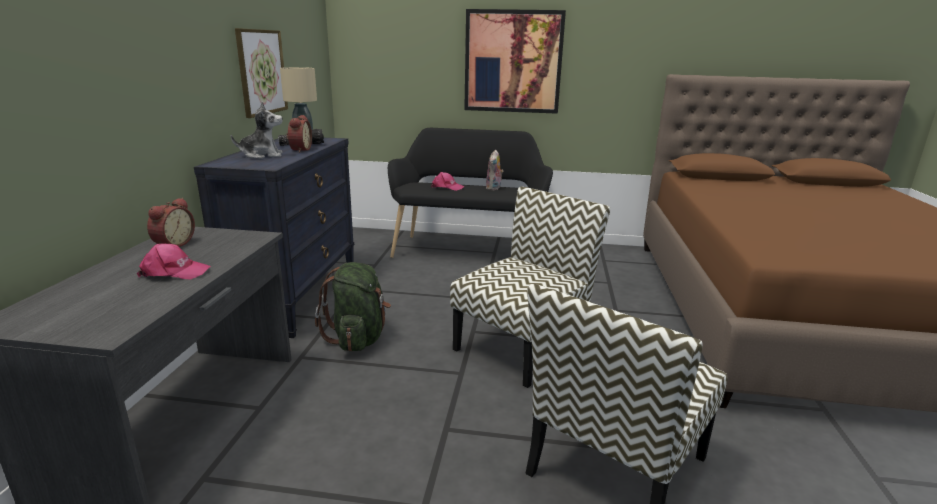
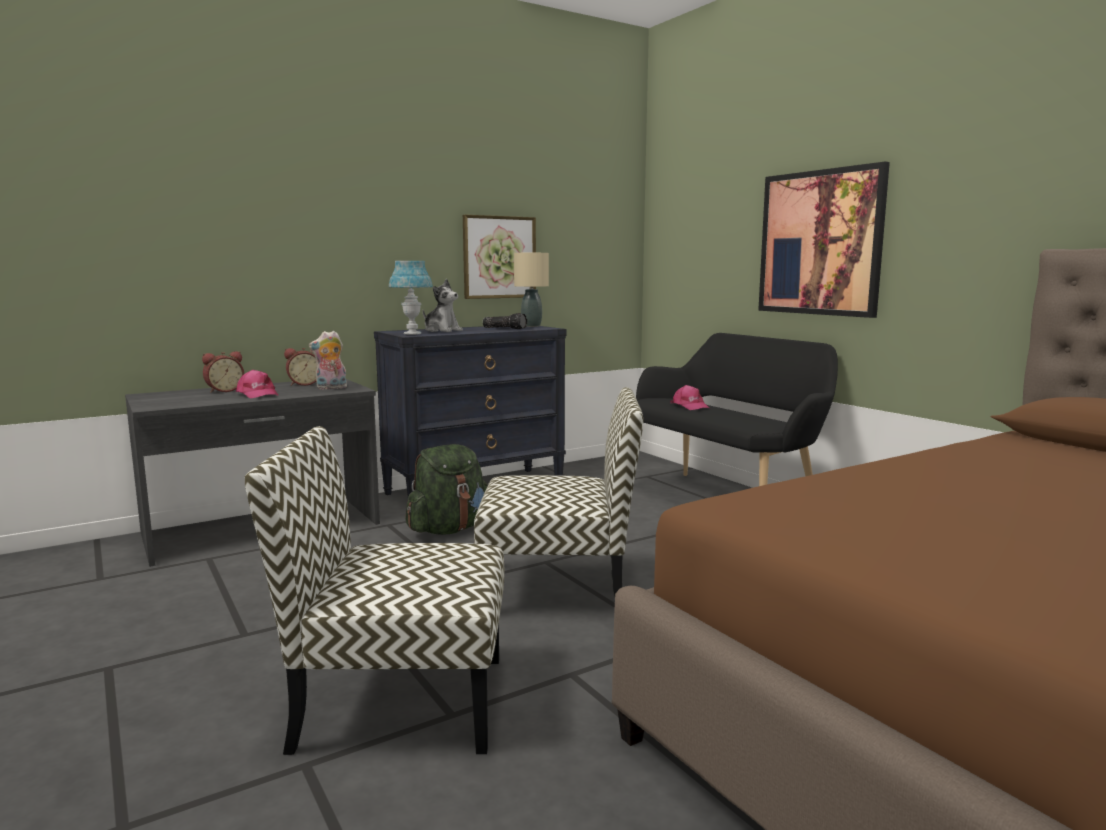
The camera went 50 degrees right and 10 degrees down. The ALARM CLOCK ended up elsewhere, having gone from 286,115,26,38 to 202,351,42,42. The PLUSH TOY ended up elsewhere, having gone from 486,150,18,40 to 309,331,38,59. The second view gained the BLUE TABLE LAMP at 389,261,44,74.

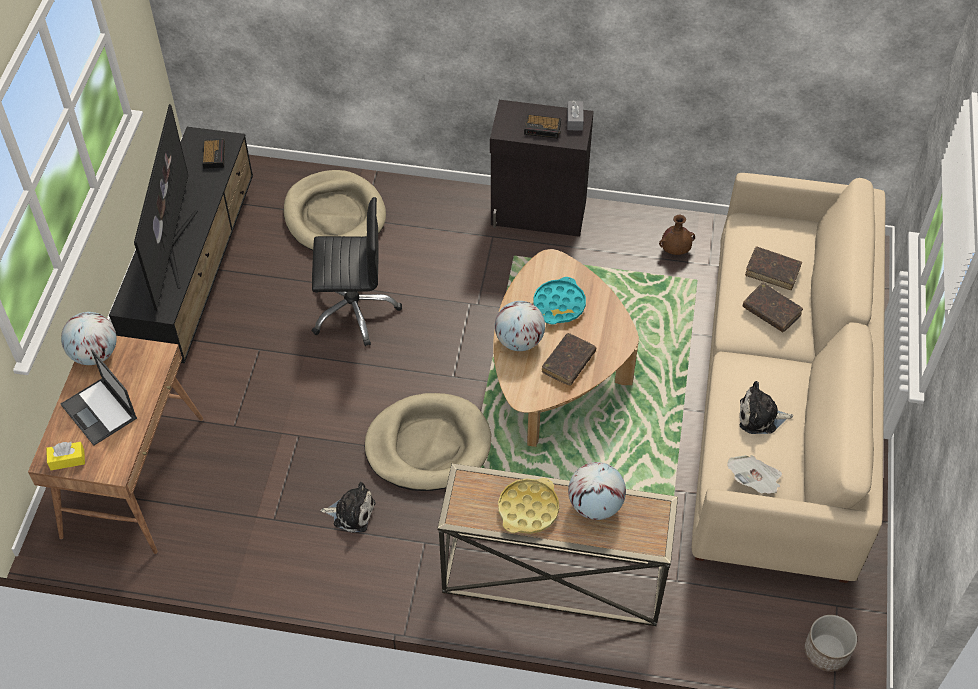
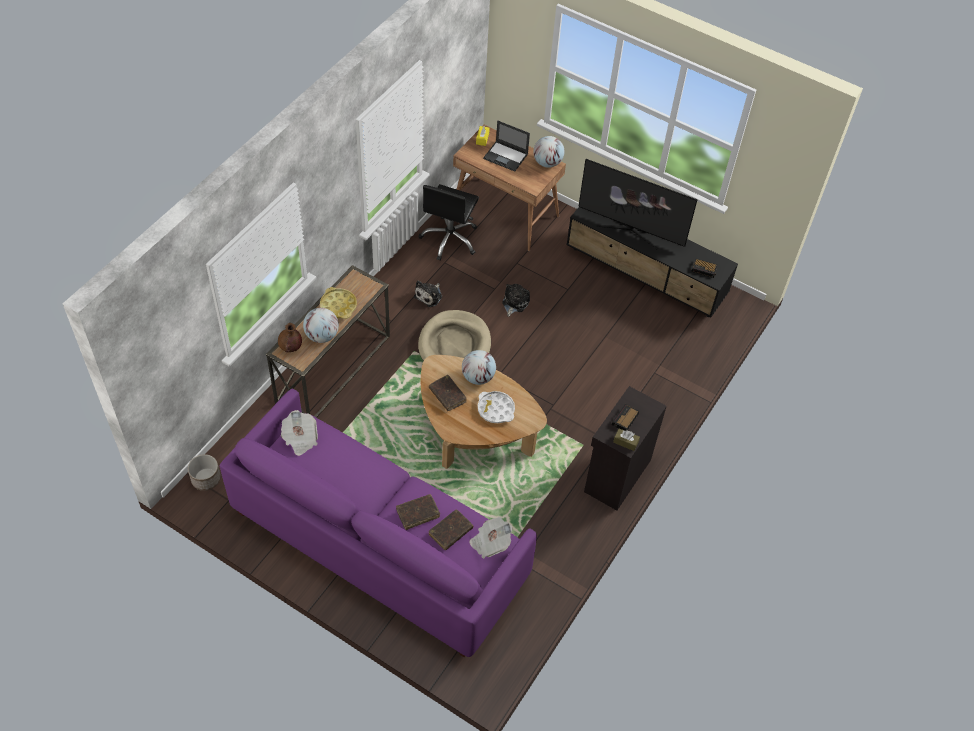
The camera went 110 degrees right and 0 degrees up. The LAPTOP at 61,350,76,96 ended up facing another way, 135 degrees counterclockwise from before. The second view lost the BEIGE DOG BED at 284,170,102,80. The BLACK OFFICE CHAIR ended up elsewhere, having gone from 312,197,90,149 to 419,184,60,77. What was the TURQUOISE TRAY at 534,277,52,48 turned into the WHITE TRAY at 478,391,37,32. What was the GREY TISSUE BOX at 567,100,17,31 turned into the BROWN TISSUE BOX at 613,429,27,22. The BROWN VASE ended up elsewhere, having gone from 659,215,36,40 to 278,323,24,29. What was the BEIGE SOFA at 692,173,194,410 turned into the PURPLE SOFA at 220,389,317,268. The PLUSH TOY ended up elsewhere, having gone from 740,381,53,53 to 502,284,28,33. The second view gained the NEWSPAPER at 469,517,44,42.

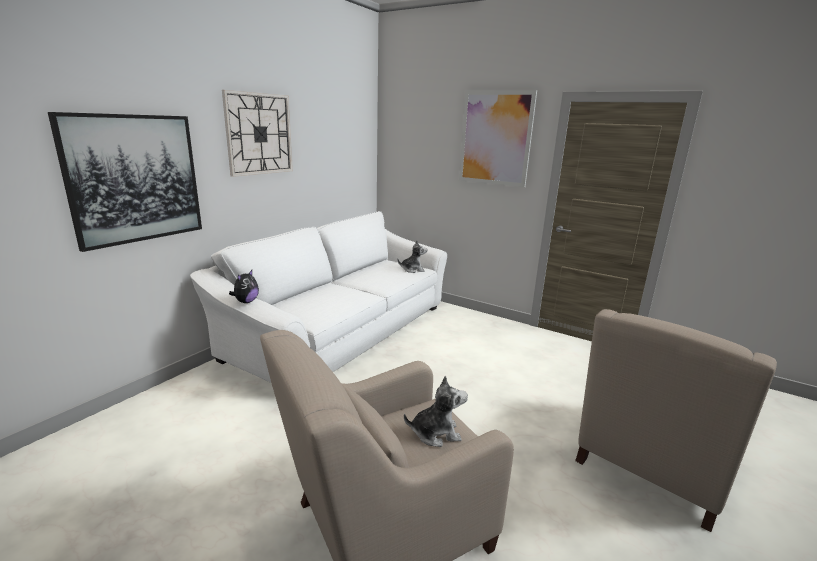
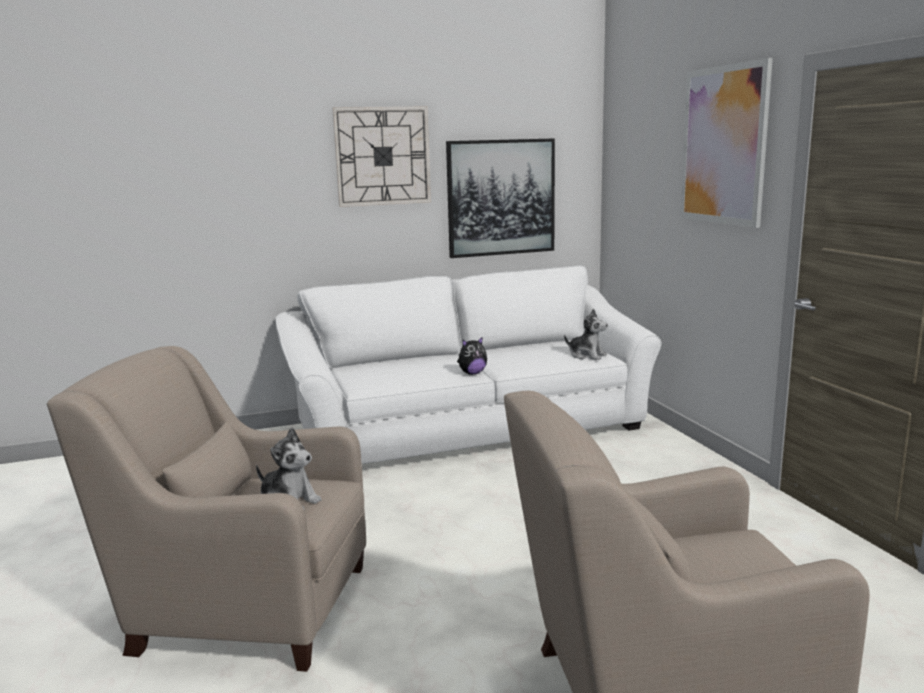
The camera went 40 degrees right and 5 degrees down. The PICTURE ended up elsewhere, having gone from 48,112,154,140 to 446,138,109,120. The PLUSH TOY ended up elsewhere, having gone from 229,270,30,33 to 457,336,30,39.

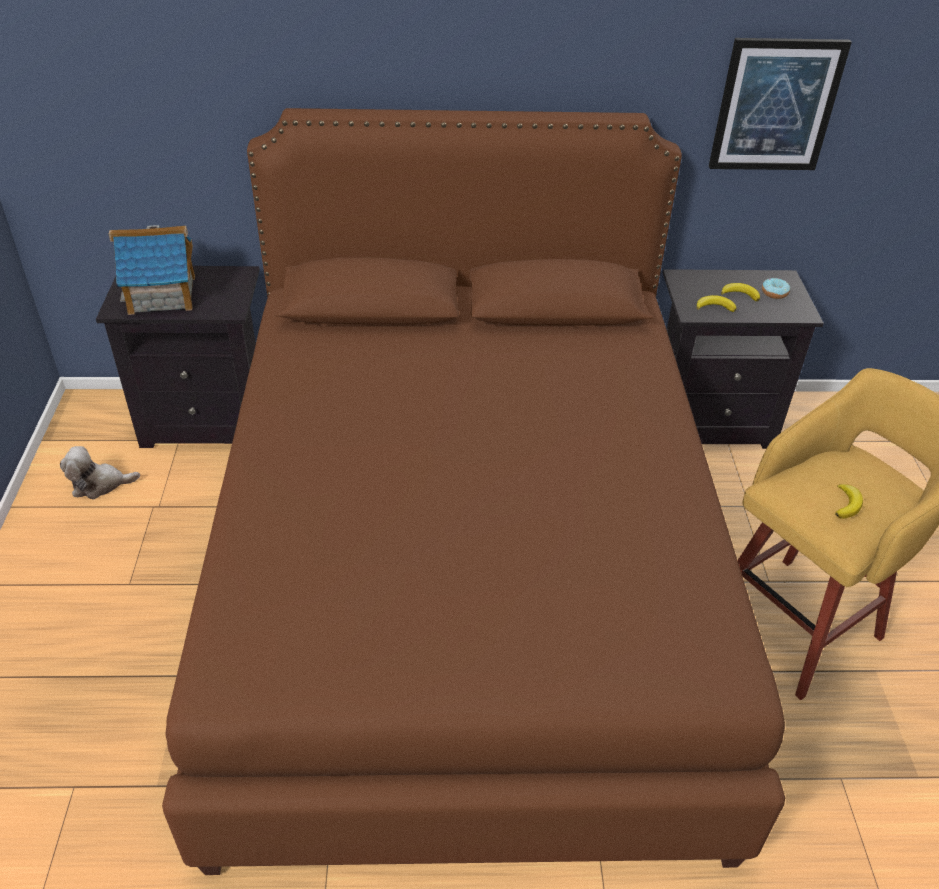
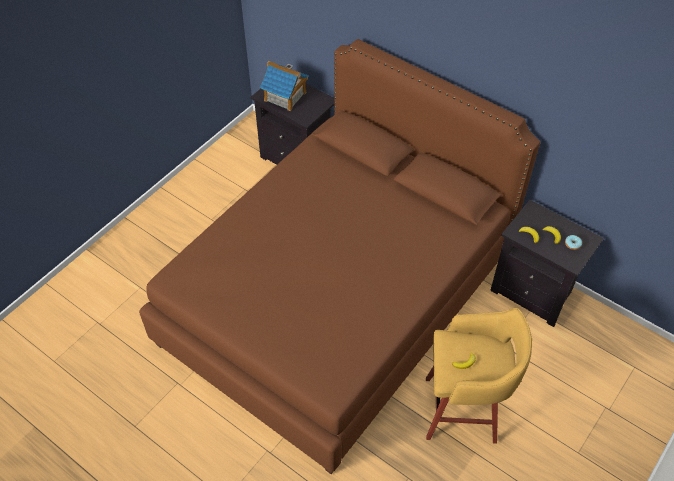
The camera went 40 degrees right and 10 degrees up. The second view lost the PLUSH TOY at 60,446,80,53. The second view lost the PICTURE at 709,38,143,132.

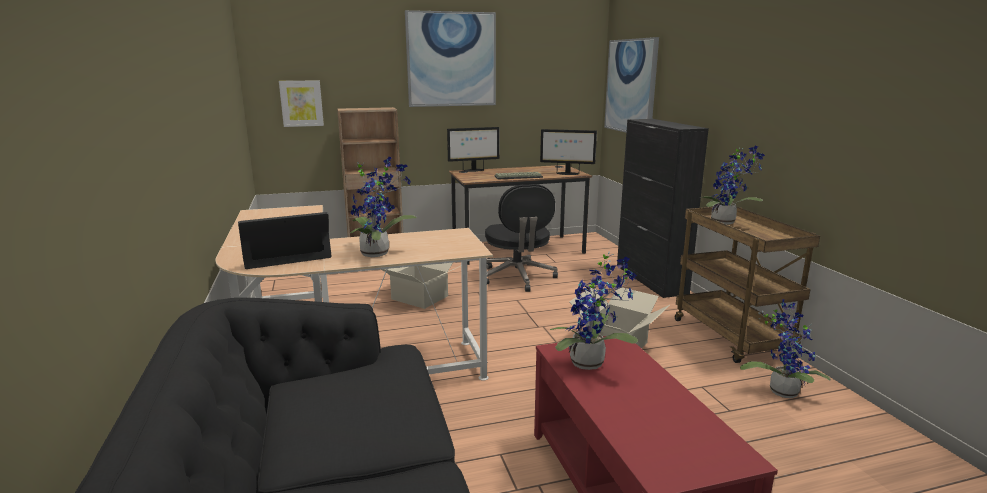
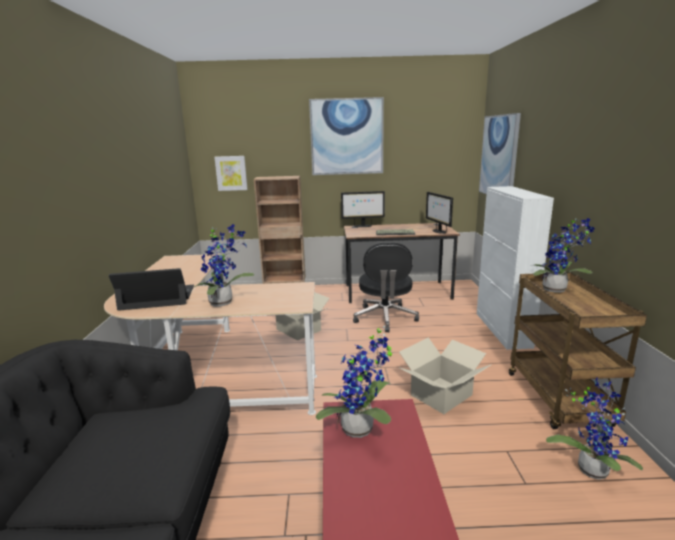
The camera went 15 degrees right and 0 degrees up. The MONITOR at 540,129,57,46 ended up facing another way, 45 degrees clockwise from before. What was the BLACK CABINET at 617,119,92,179 turned into the WHITE CABINET at 477,186,77,164.

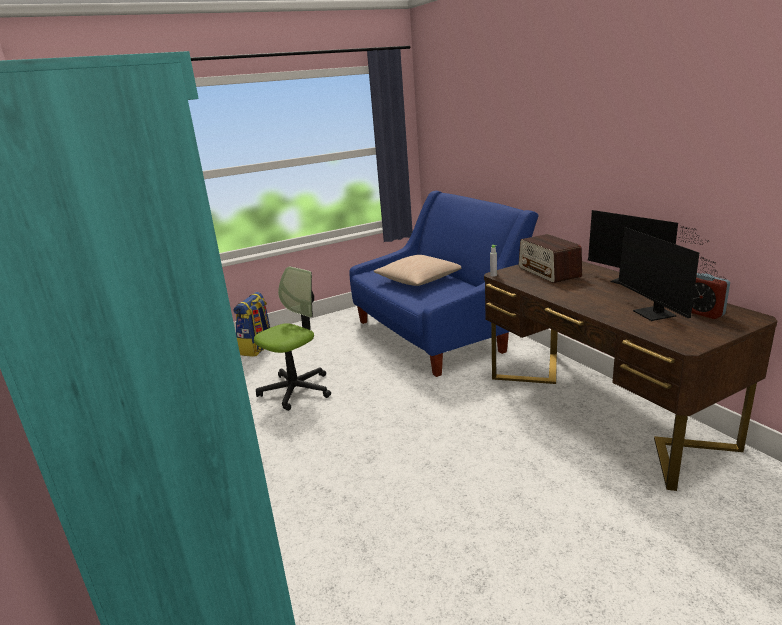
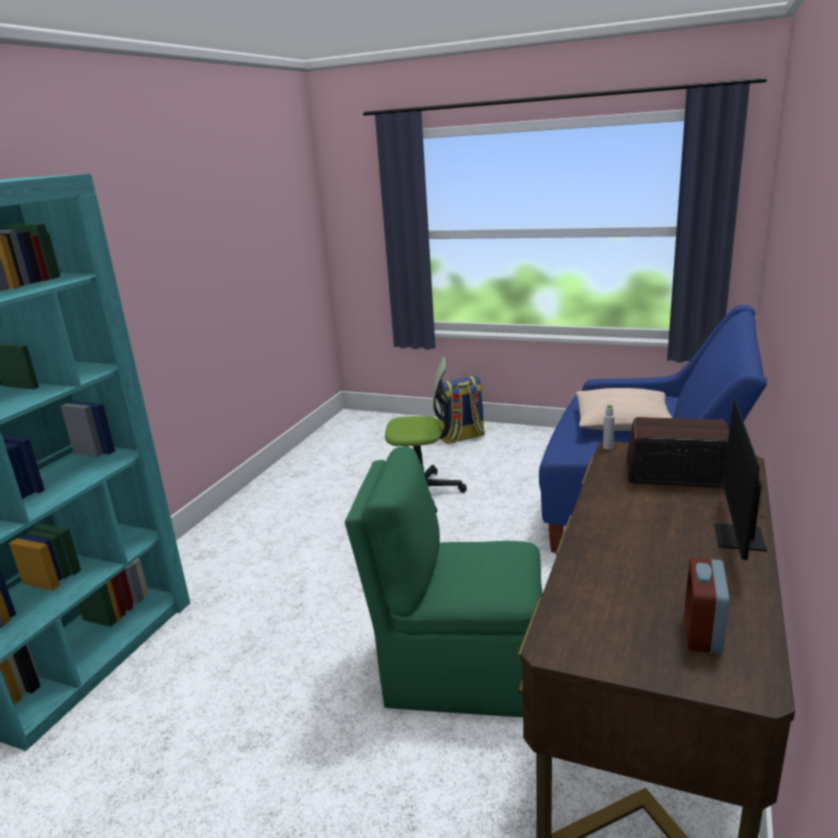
The camera went 50 degrees right and 0 degrees up. The RADIO at 519,234,63,49 ended up facing another way, 75 degrees clockwise from before. The second view lost the MONITOR at 618,227,108,94. The second view gained the GREEN CHAIR at 345,446,197,271.

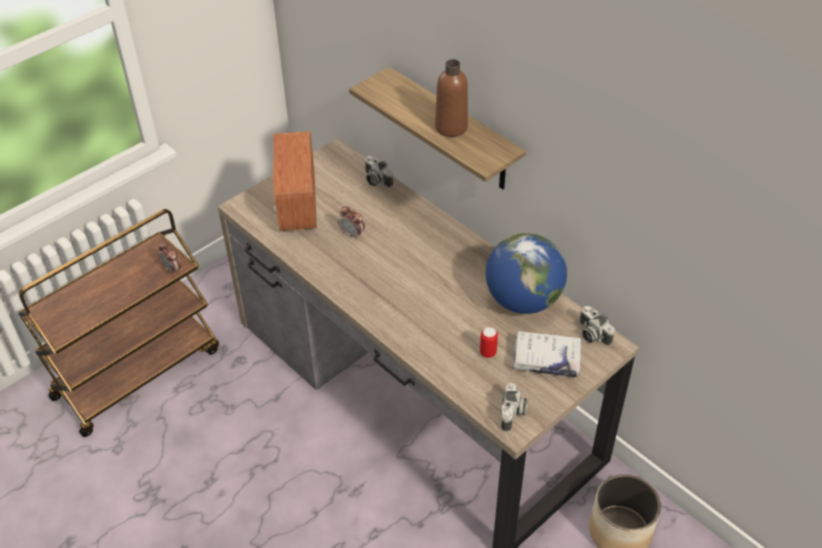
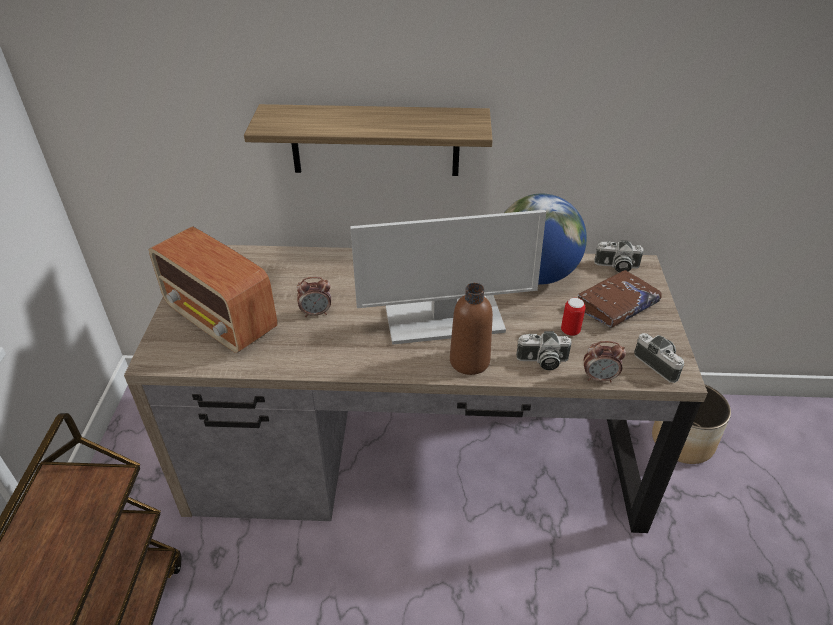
The camera went 45 degrees left and 5 degrees down. The ALARM CLOCK ended up elsewhere, having gone from 158,242,23,34 to 584,341,42,42. The PHOTO CAMERA ended up elsewhere, having gone from 365,156,28,32 to 516,331,56,39. The BROWN BOTTLE ended up elsewhere, having gone from 435,59,33,78 to 450,283,43,92. What was the WHITE BOOK at 512,331,70,46 turned into the BROWN BOOK at 577,270,85,58. The second view gained the MONITOR at 350,210,196,135.

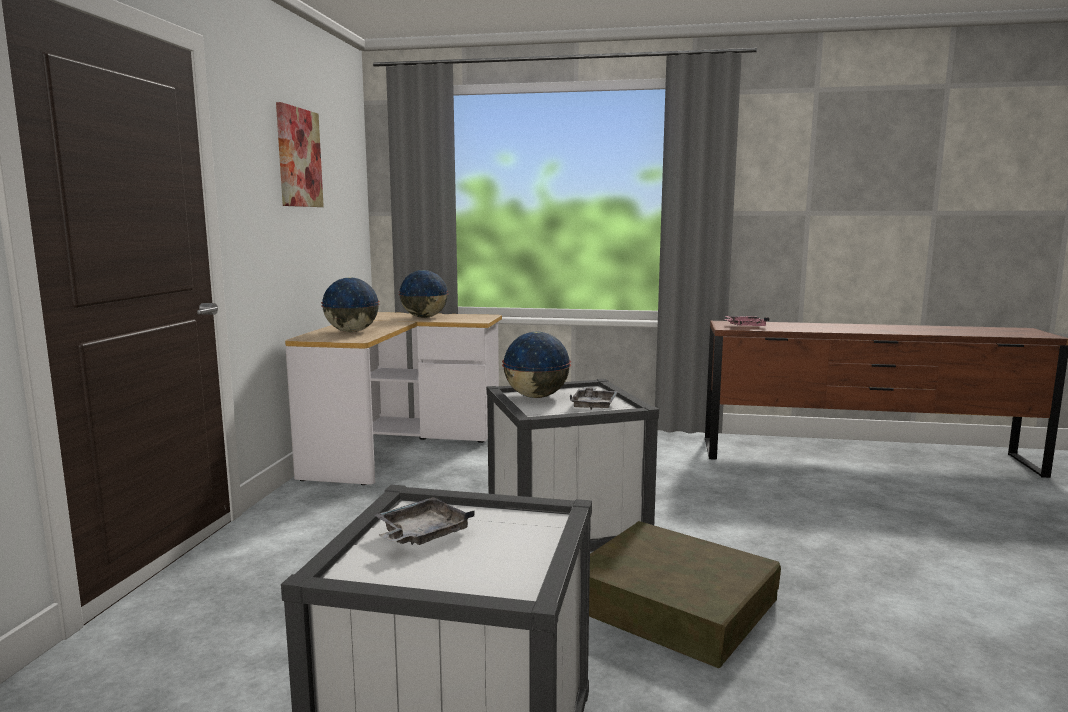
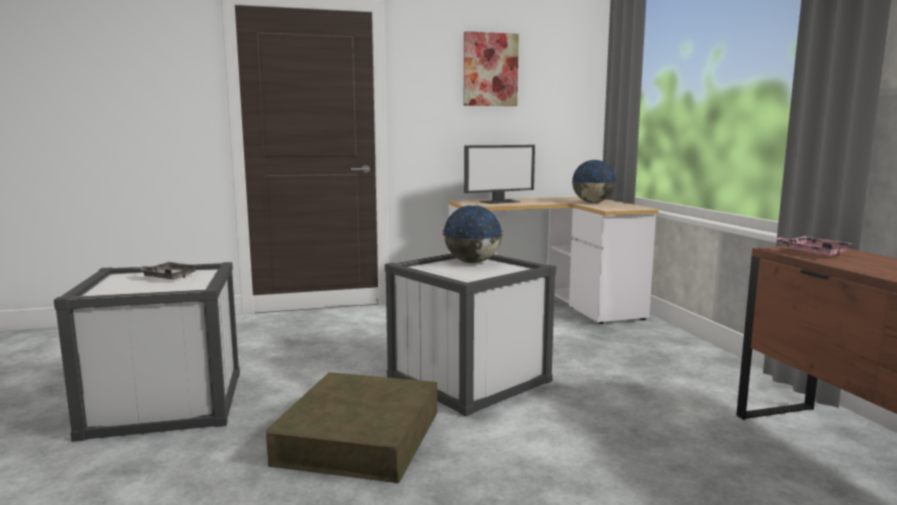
The camera went 65 degrees right and 0 degrees up. Where the GLOBE stood at 321,277,59,55, the MONITOR came to stand at 464,145,71,59. The second view lost the GREY TRAY at 570,387,48,23.

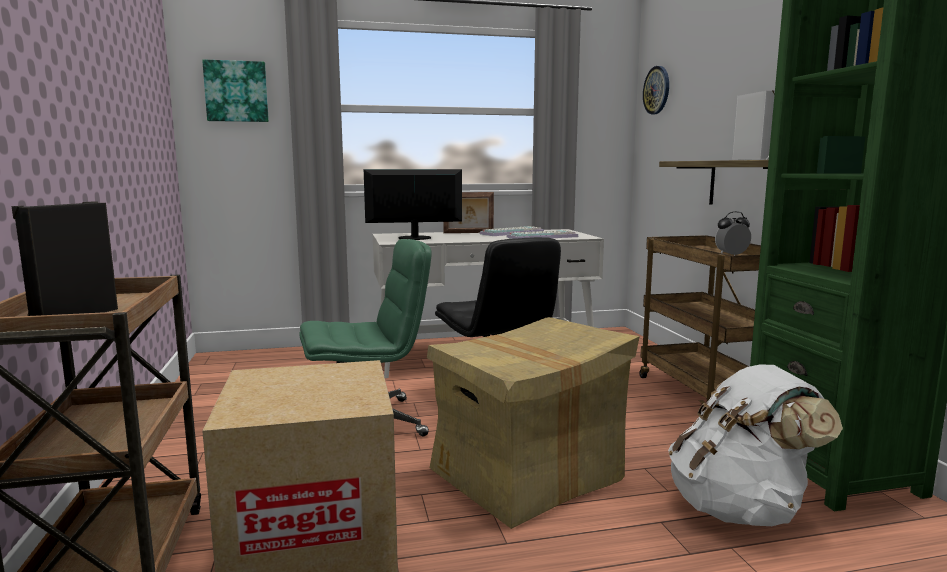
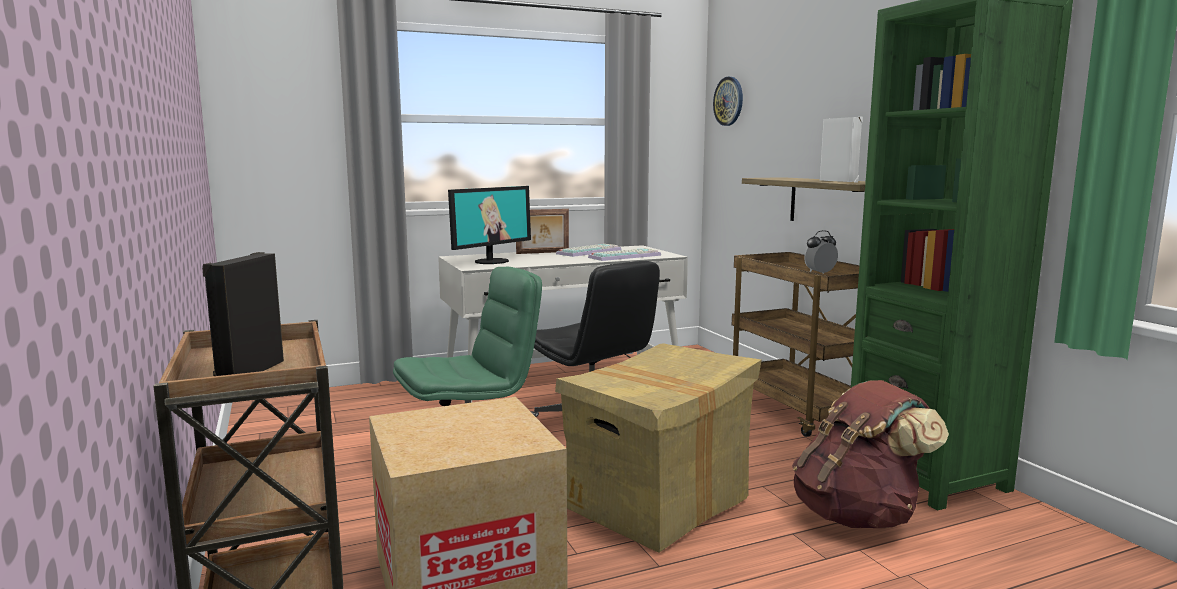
The camera went 10 degrees left and 0 degrees up. The second view lost the PICTURE at 202,59,67,63. The MONITOR at 364,169,98,71 ended up facing another way, 150 degrees clockwise from before. What was the WHITE BACKPACK at 668,364,175,162 turned into the BROWN BACKPACK at 792,380,157,148.

